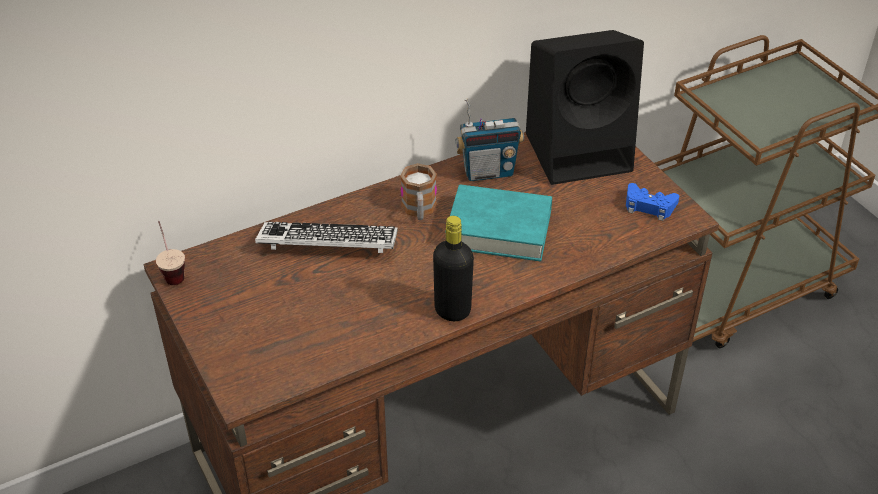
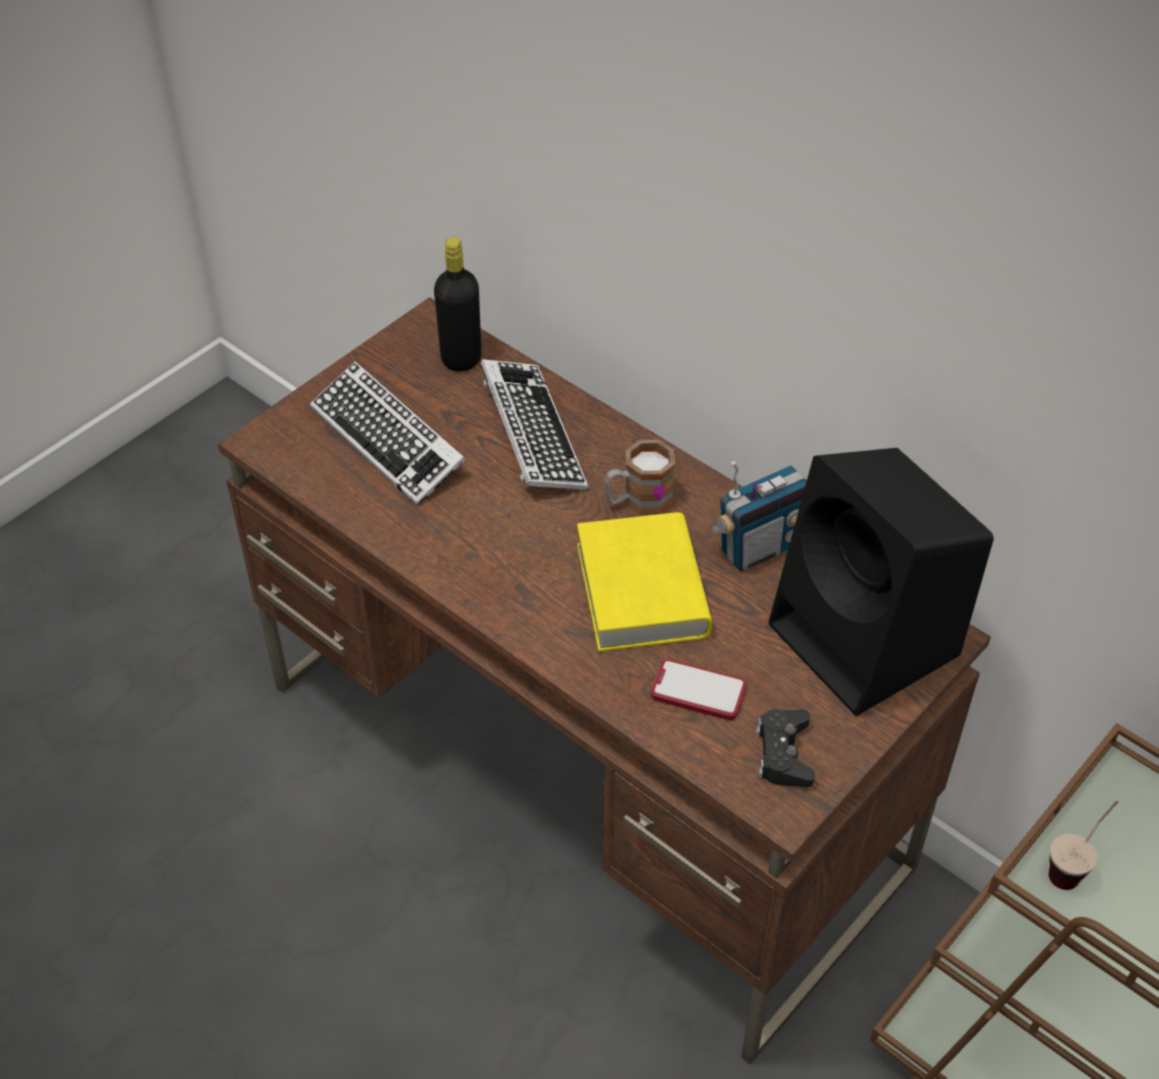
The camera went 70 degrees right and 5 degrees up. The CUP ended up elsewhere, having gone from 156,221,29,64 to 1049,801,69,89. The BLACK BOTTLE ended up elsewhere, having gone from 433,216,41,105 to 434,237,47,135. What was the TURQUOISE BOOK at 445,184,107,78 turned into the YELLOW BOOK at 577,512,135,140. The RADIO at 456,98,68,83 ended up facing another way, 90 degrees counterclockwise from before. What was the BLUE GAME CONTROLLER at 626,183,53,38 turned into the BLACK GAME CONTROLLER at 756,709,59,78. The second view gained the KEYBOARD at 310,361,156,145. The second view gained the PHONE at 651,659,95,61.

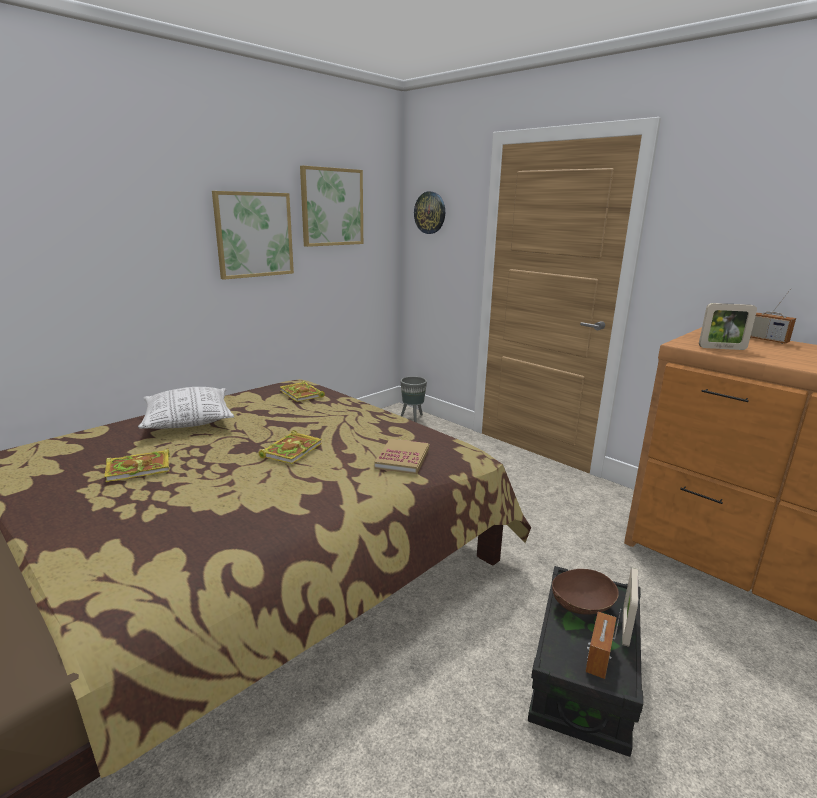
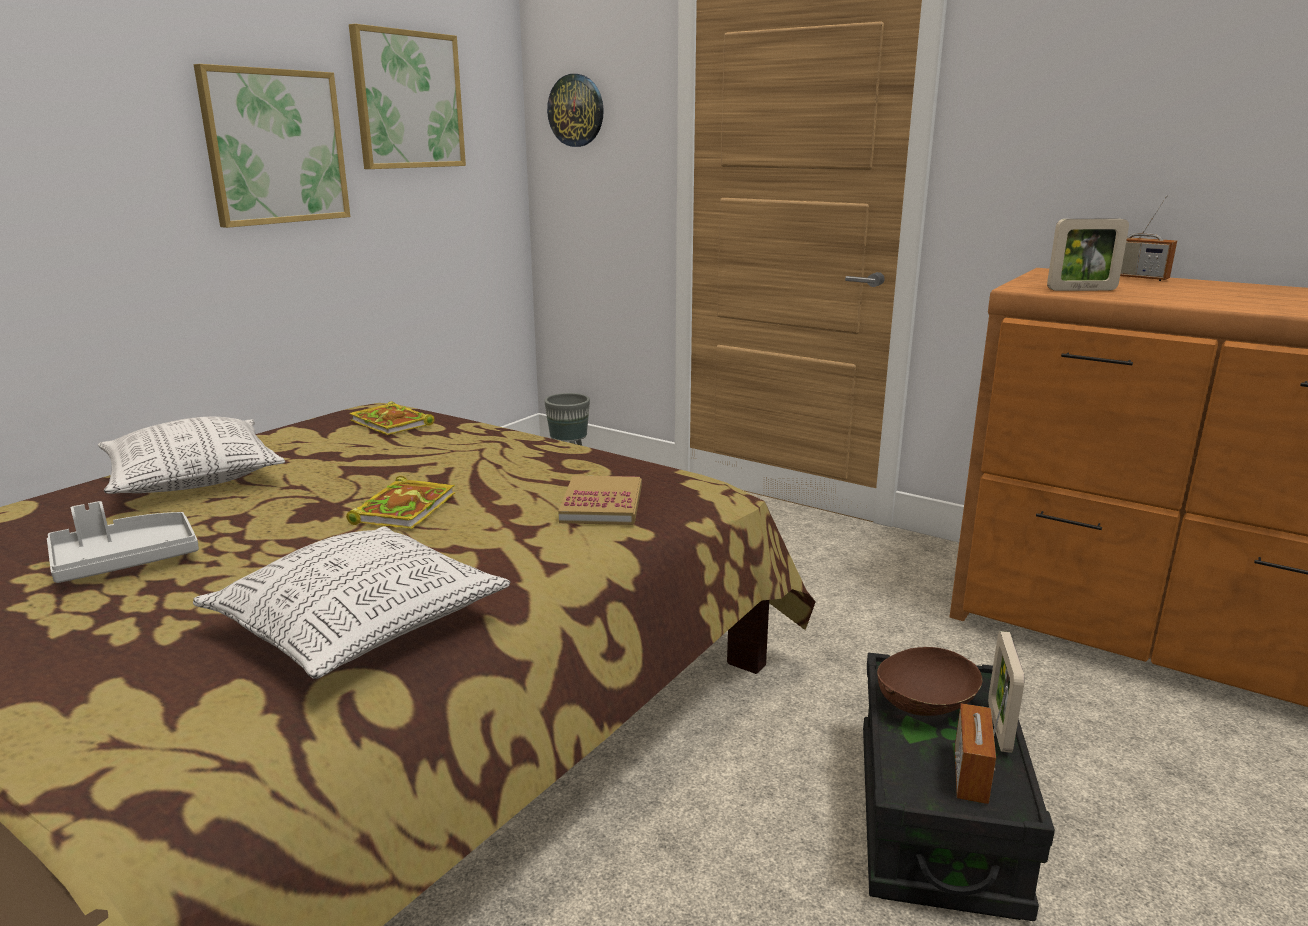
The camera went 10 degrees left and 0 degrees up. Where the BOOK stood at 105,449,65,33, the GREY TRAY came to stand at 47,501,152,82. The second view gained the PILLOW at 193,526,318,153.

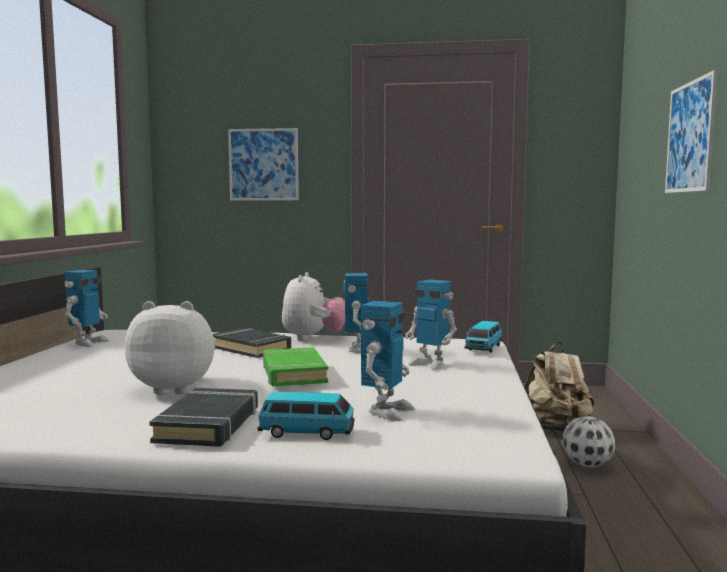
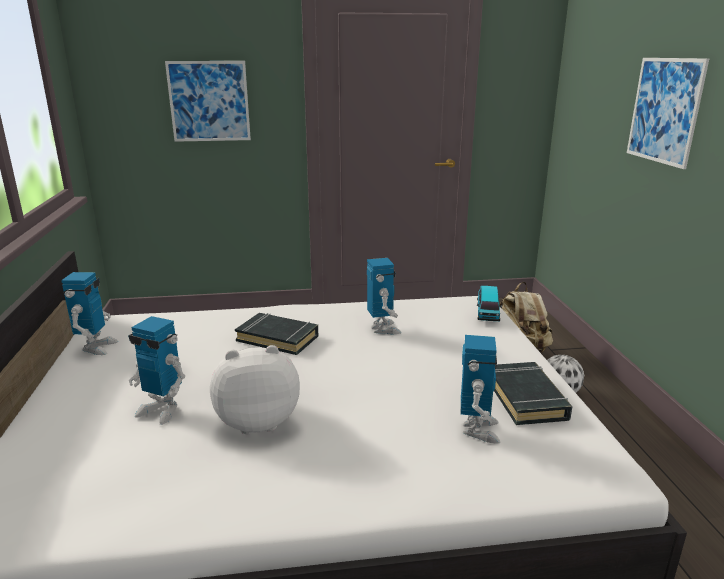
The camera went 15 degrees left and 15 degrees up. The BLACK BOOK ended up elsewhere, having gone from 149,388,109,59 to 494,362,78,63. The second view lost the TOY CAR at 258,392,97,48. The second view lost the GREEN BOOK at 263,347,65,40. The second view lost the PLUSH TOY at 282,272,63,69. The TOY ROBOT ended up elsewhere, having gone from 406,279,51,91 to 128,316,57,109.

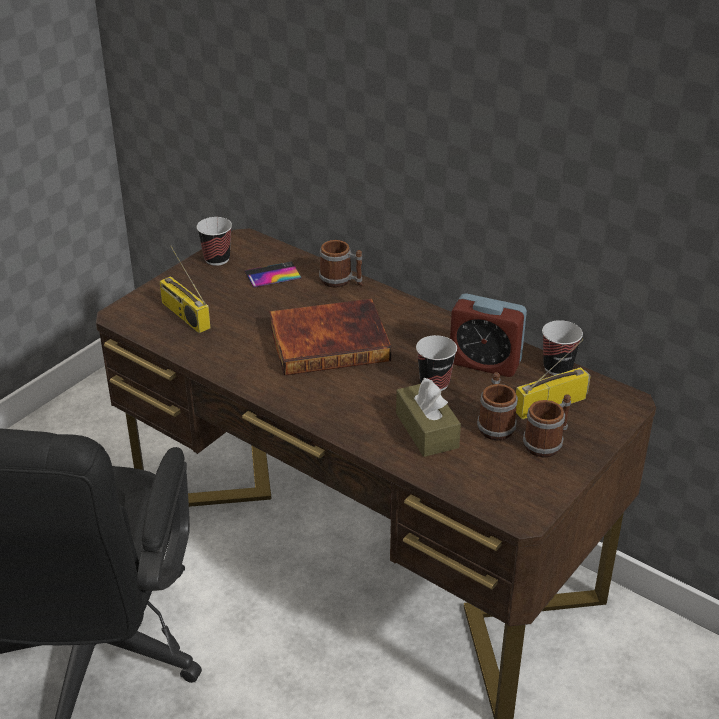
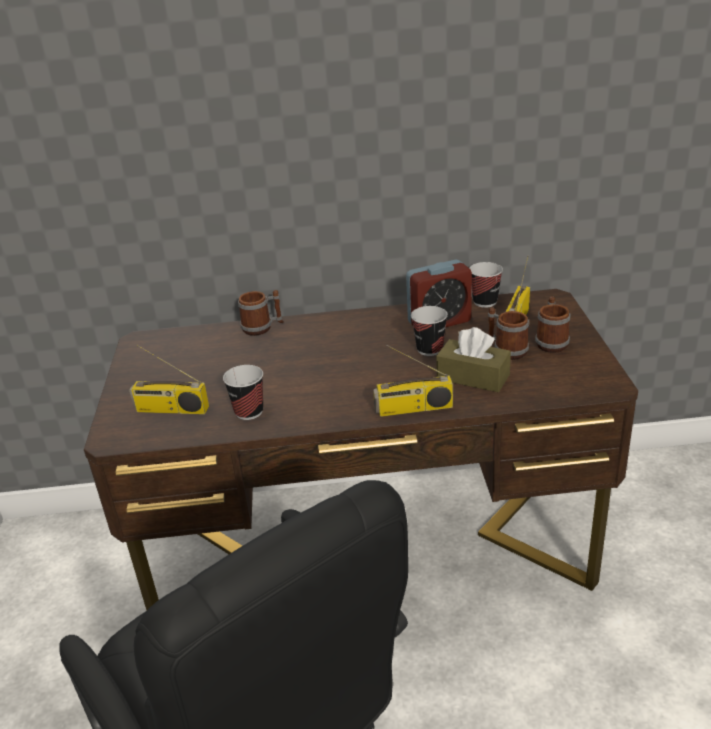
The camera went 40 degrees left and 5 degrees down. The CUP ended up elsewhere, having gone from 197,217,35,49 to 223,365,40,55. The second view lost the PHONE at 244,261,57,27. The second view lost the BOOK at 269,299,123,77. The second view gained the RADIO at 373,345,80,72.

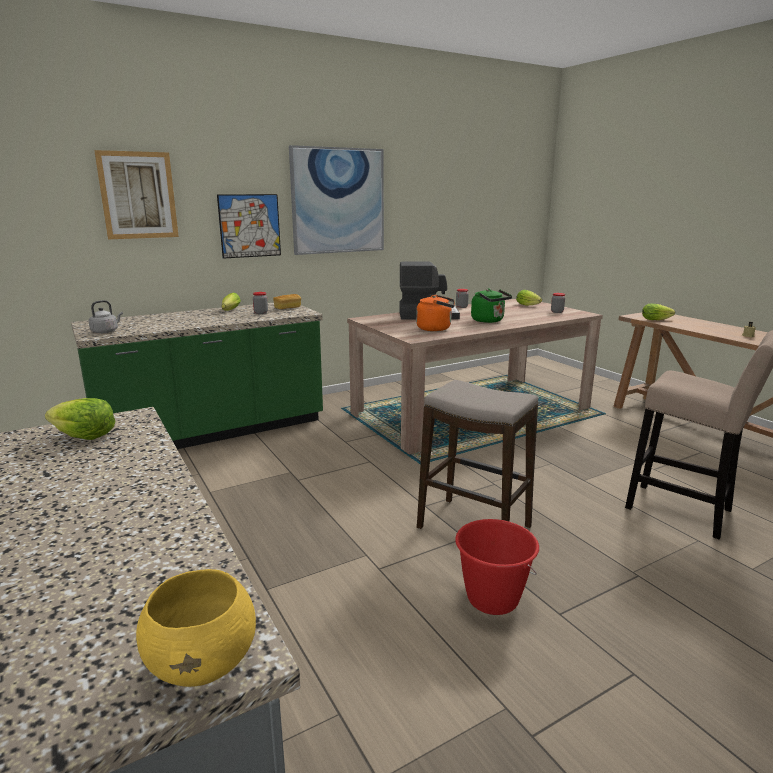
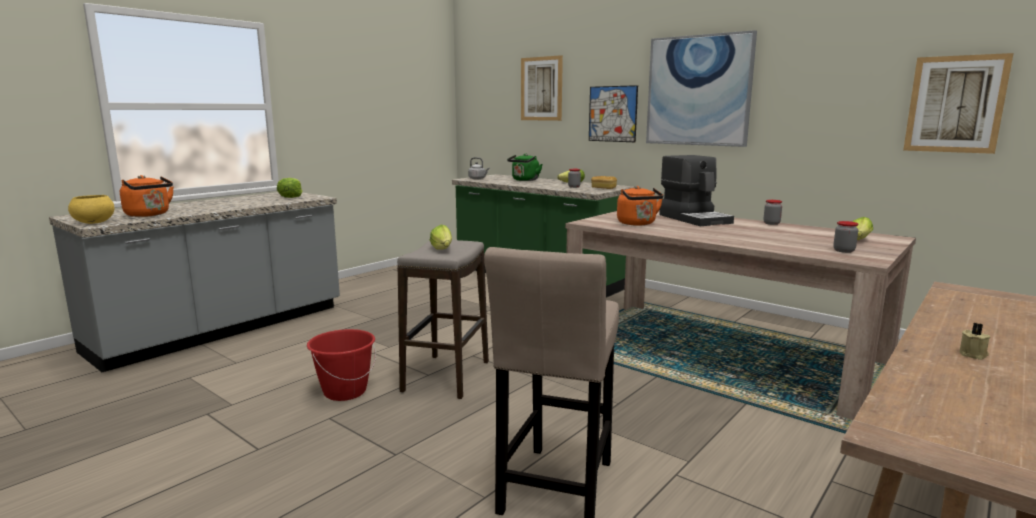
The camera went 70 degrees right and 5 degrees down. The GREEN KETTLE ended up elsewhere, having gone from 471,289,41,34 to 507,154,36,27. The LETTUCE ended up elsewhere, having gone from 642,304,33,16 to 430,225,22,25. The second view gained the ORANGE KETTLE at 120,175,54,42. The second view gained the PICTURE at 903,53,111,101.

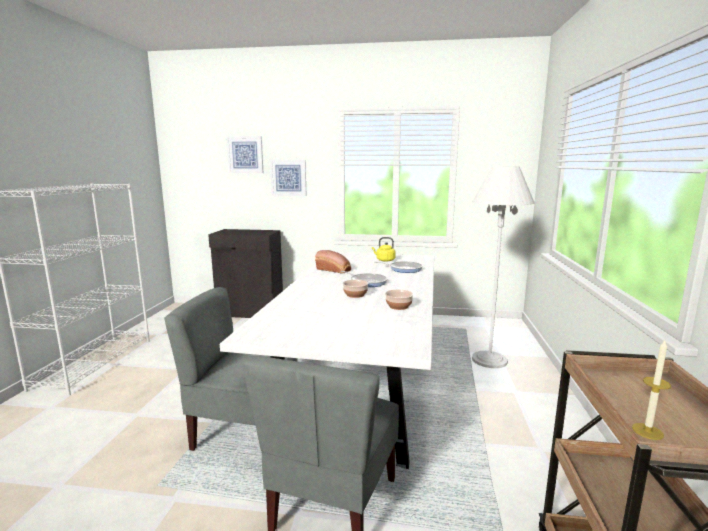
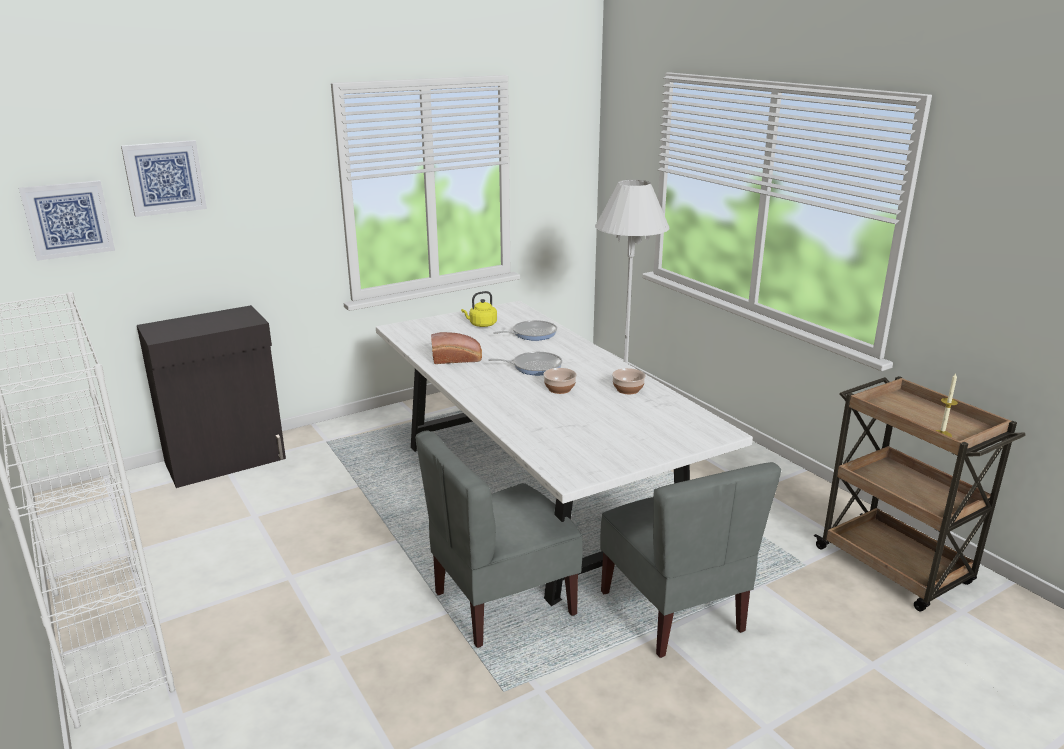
The camera went 40 degrees left and 10 degrees up. The PICTURE ended up elsewhere, having gone from 270,160,37,36 to 19,180,96,81.

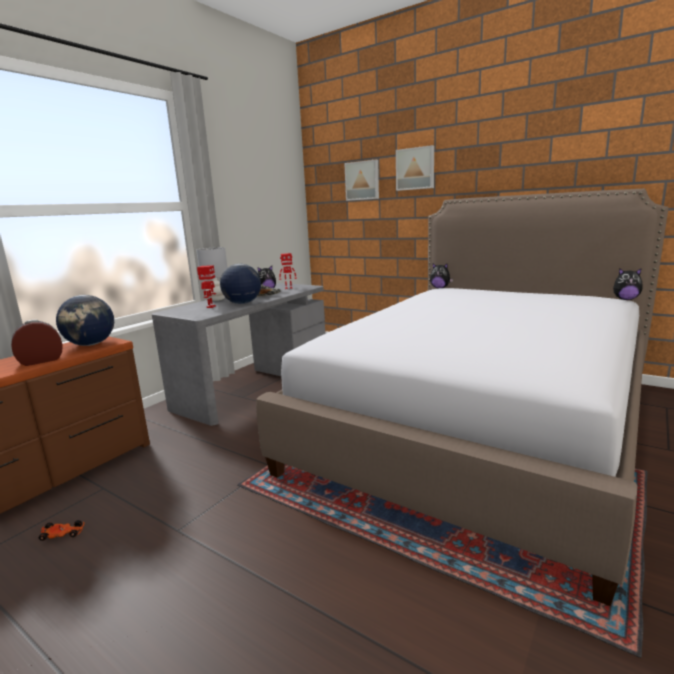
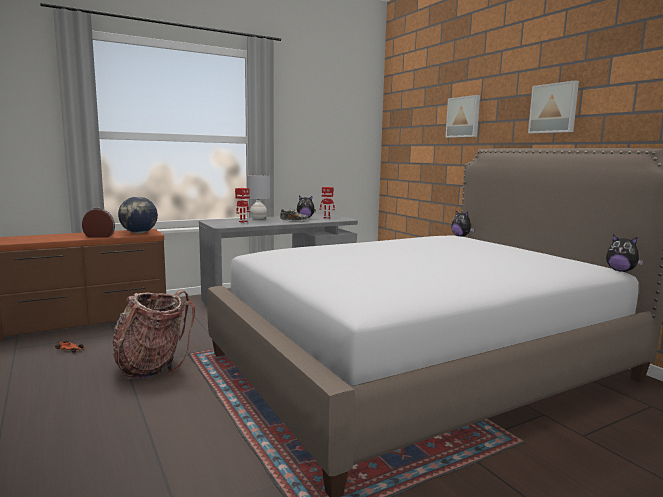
The camera went 25 degrees right and 5 degrees down. The second view lost the GLOBE at 220,264,41,40. The PICTURE ended up elsewhere, having gone from 344,160,35,41 to 528,80,51,54. The second view gained the BACKPACK at 113,290,82,89.

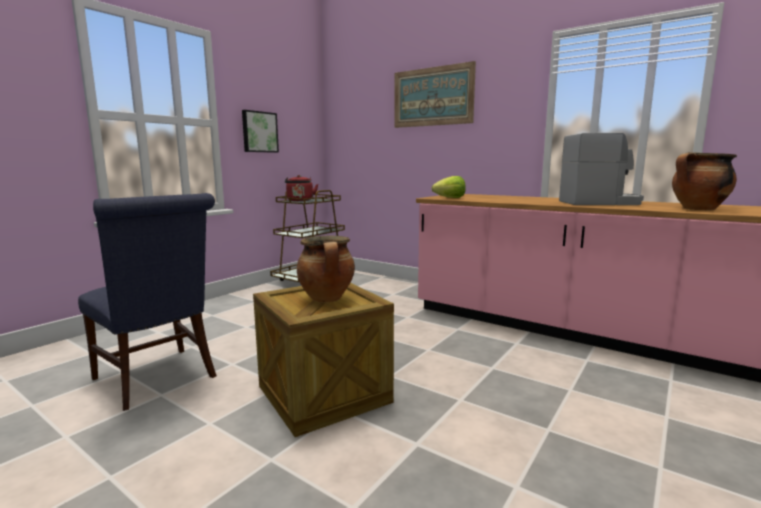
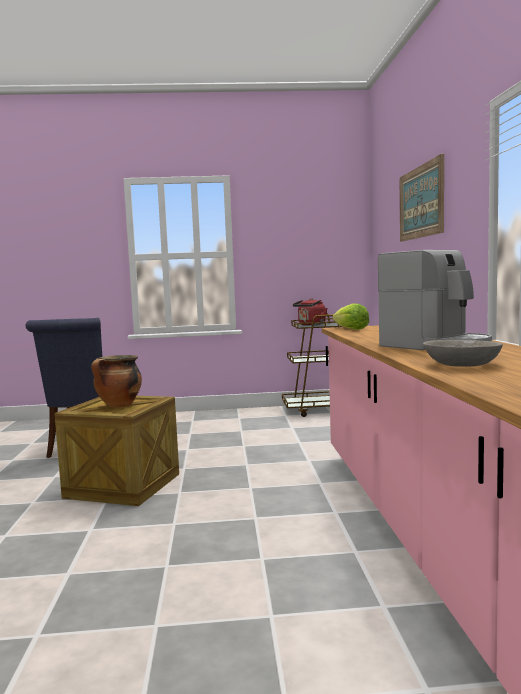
The camera went 50 degrees right and 5 degrees down. The second view lost the PICTURE at 242,110,37,43. Where the COOKING POT stood at 672,152,65,58, the GREY BOWL came to stand at 423,340,80,27.

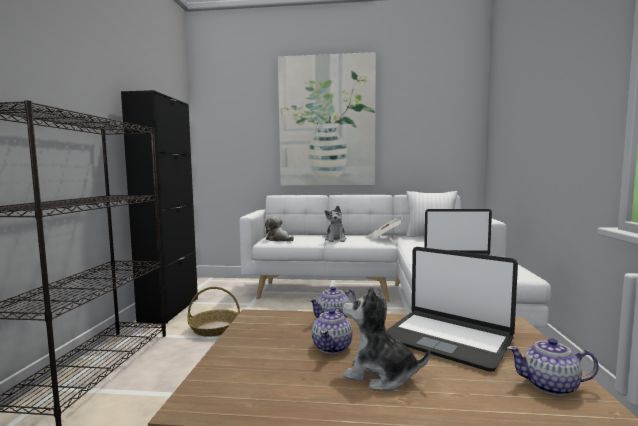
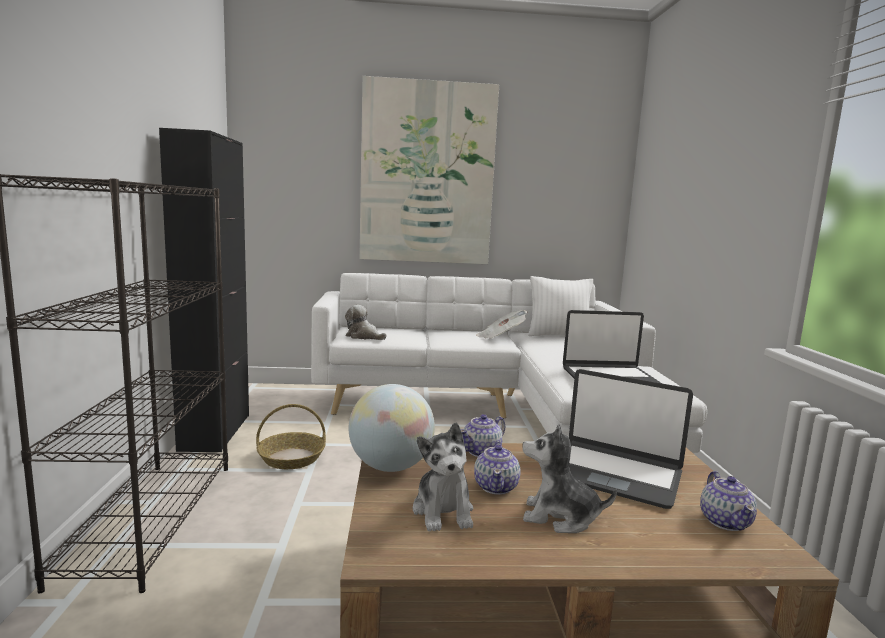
The camera went 10 degrees left and 5 degrees up. The PLUSH TOY ended up elsewhere, having gone from 325,206,22,36 to 413,423,60,109. The TEAPOT at 507,338,92,58 ended up facing another way, 90 degrees counterclockwise from before. The second view gained the GLOBE at 349,384,86,88.

